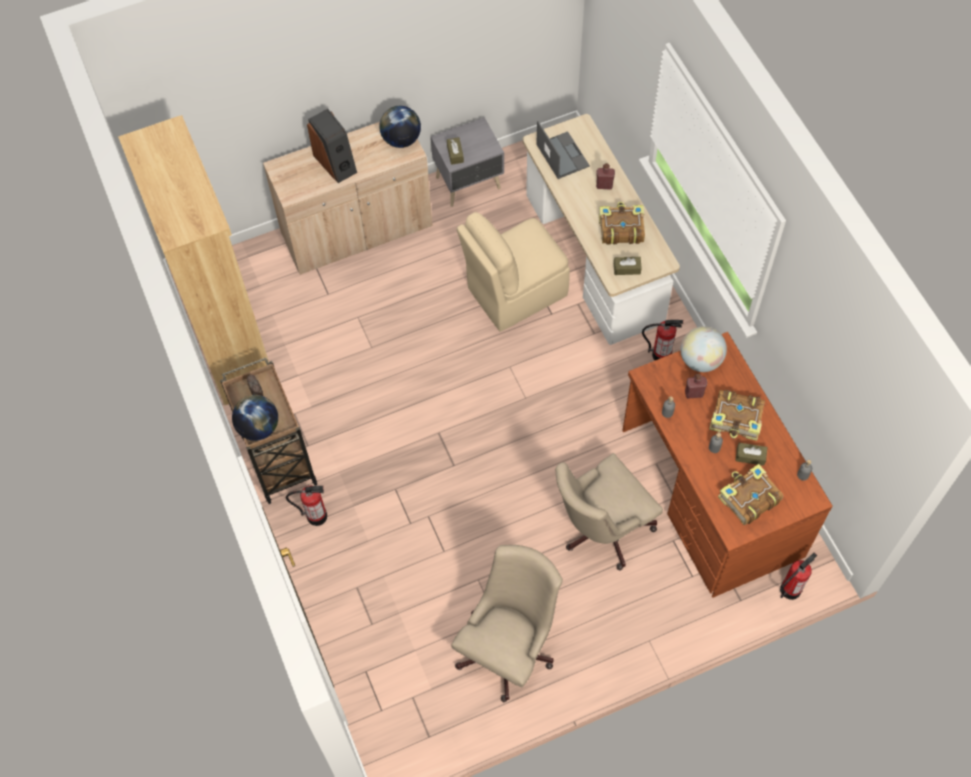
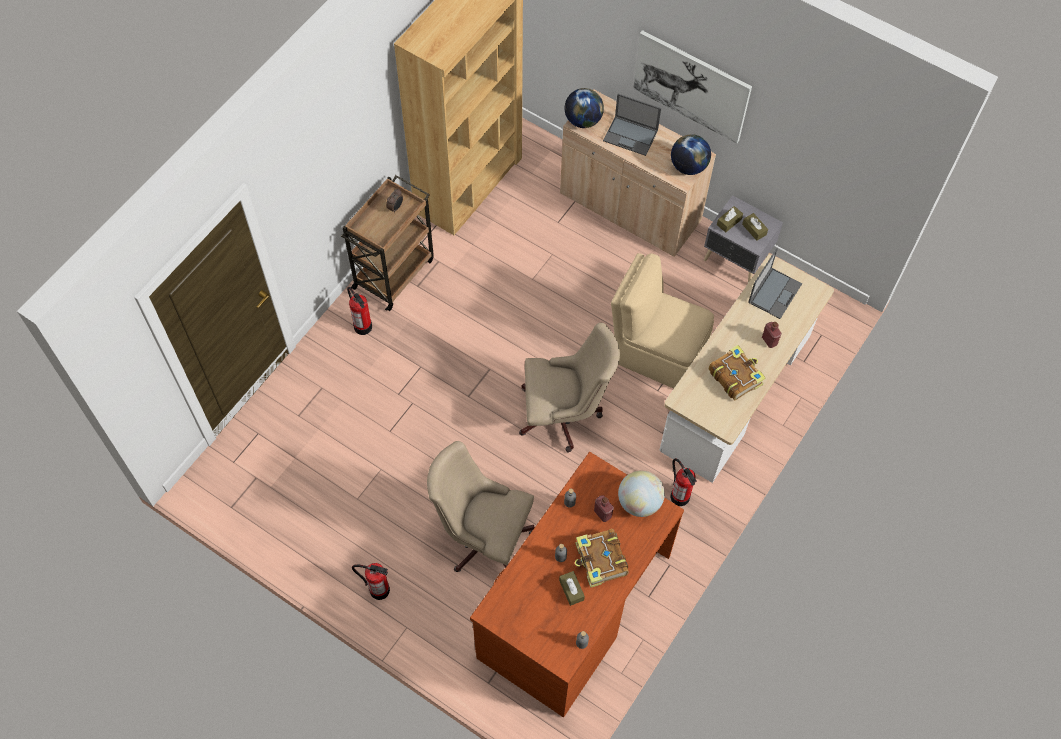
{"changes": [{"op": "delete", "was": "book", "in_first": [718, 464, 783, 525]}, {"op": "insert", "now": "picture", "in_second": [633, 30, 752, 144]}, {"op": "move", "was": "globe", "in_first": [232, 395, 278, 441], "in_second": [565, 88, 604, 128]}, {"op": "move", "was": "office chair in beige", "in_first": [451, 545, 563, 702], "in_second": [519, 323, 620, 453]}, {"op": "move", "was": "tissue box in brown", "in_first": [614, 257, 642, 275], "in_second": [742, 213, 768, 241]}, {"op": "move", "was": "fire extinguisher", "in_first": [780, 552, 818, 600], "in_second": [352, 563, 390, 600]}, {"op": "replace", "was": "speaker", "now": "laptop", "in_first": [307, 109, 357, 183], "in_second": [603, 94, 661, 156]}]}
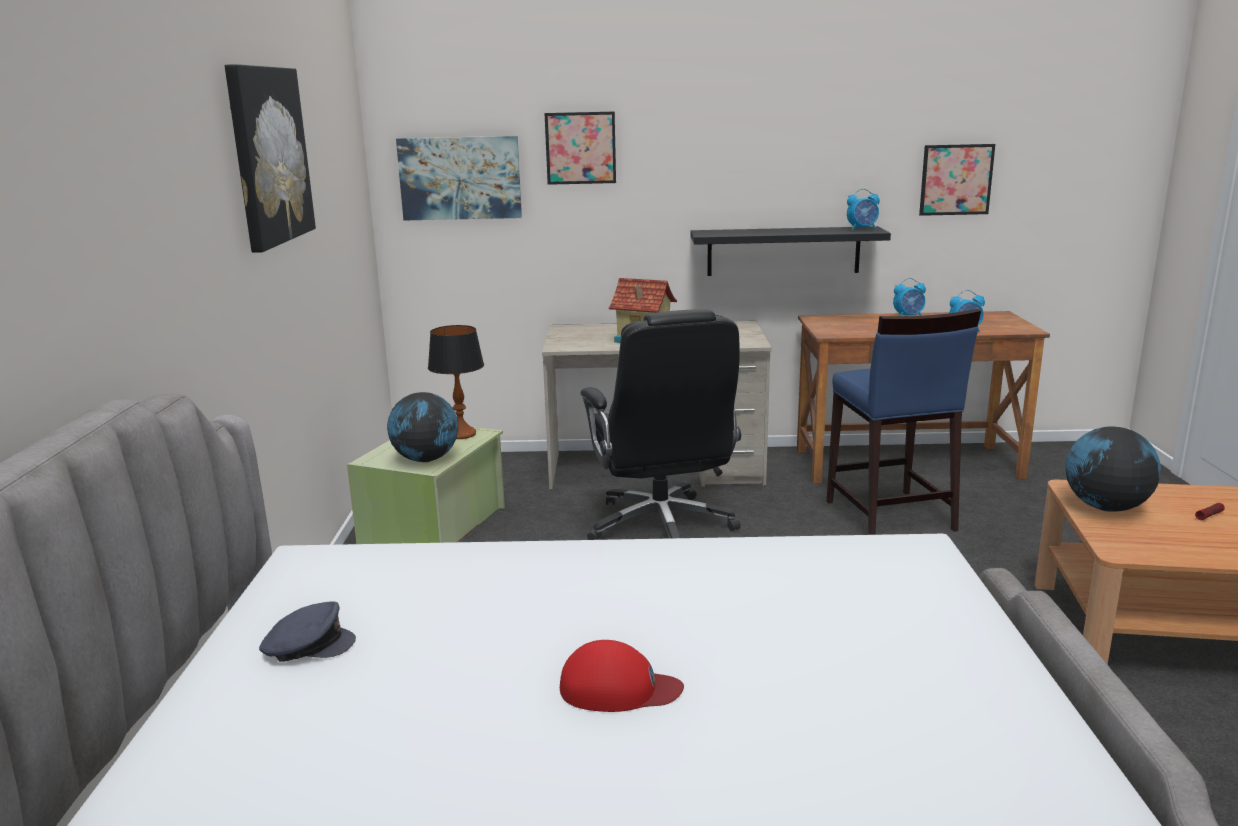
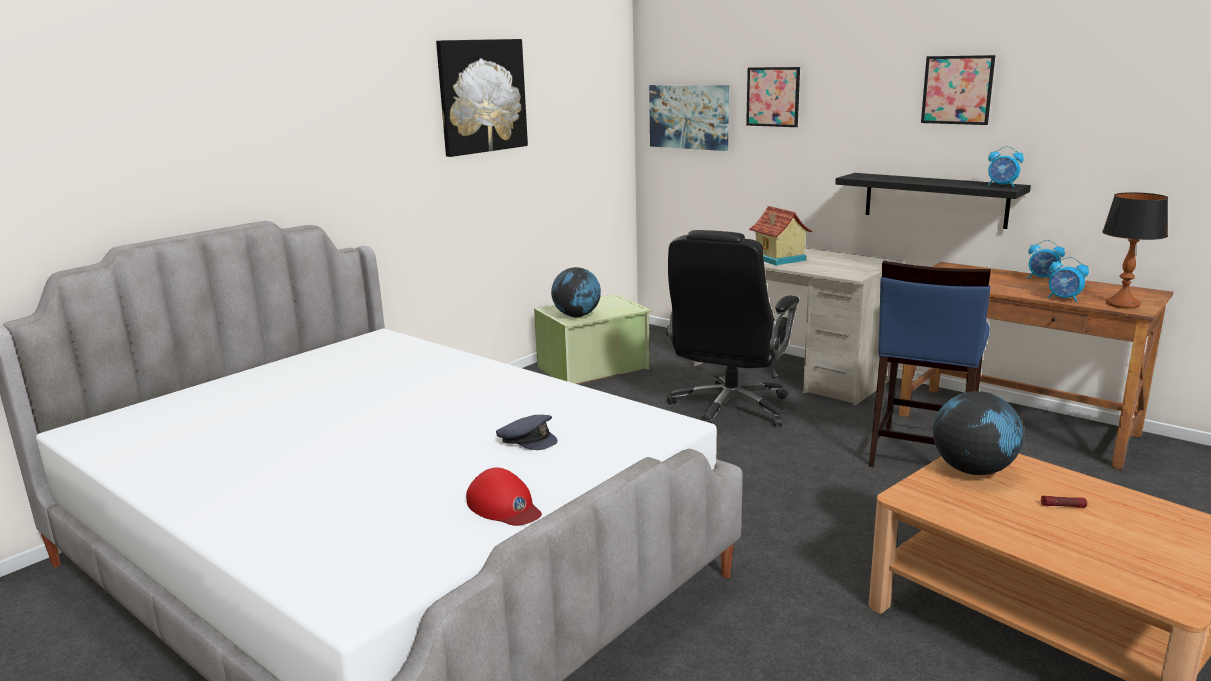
{"changes": [{"op": "move", "was": "cap in grey", "in_first": [259, 601, 356, 662], "in_second": [496, 415, 558, 450]}, {"op": "move", "was": "table lamp", "in_first": [428, 325, 484, 439], "in_second": [1102, 192, 1168, 309]}, {"op": "move", "was": "cap in red", "in_first": [560, 640, 684, 712], "in_second": [466, 467, 542, 526]}, {"op": "move", "was": "picture", "in_first": [919, 144, 995, 216], "in_second": [921, 55, 995, 125]}]}
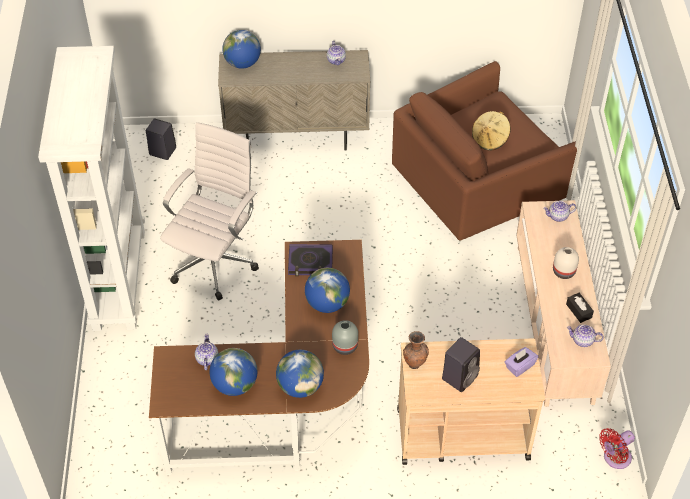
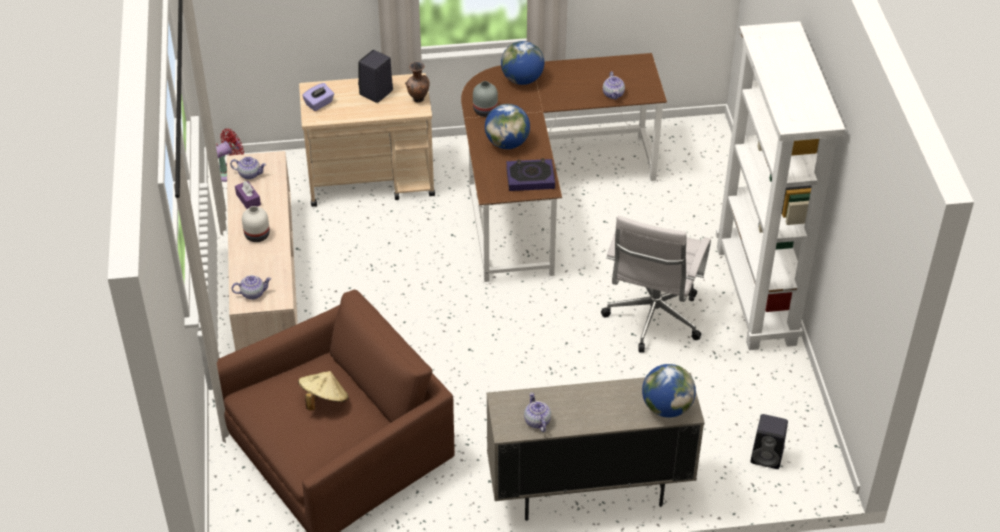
{"changes": [{"op": "delete", "was": "globe", "in_first": [209, 348, 257, 396]}, {"op": "recolor", "was": "tissue box in black", "now": "tissue box in purple", "in_first": [566, 293, 594, 323], "in_second": [235, 181, 261, 209]}]}
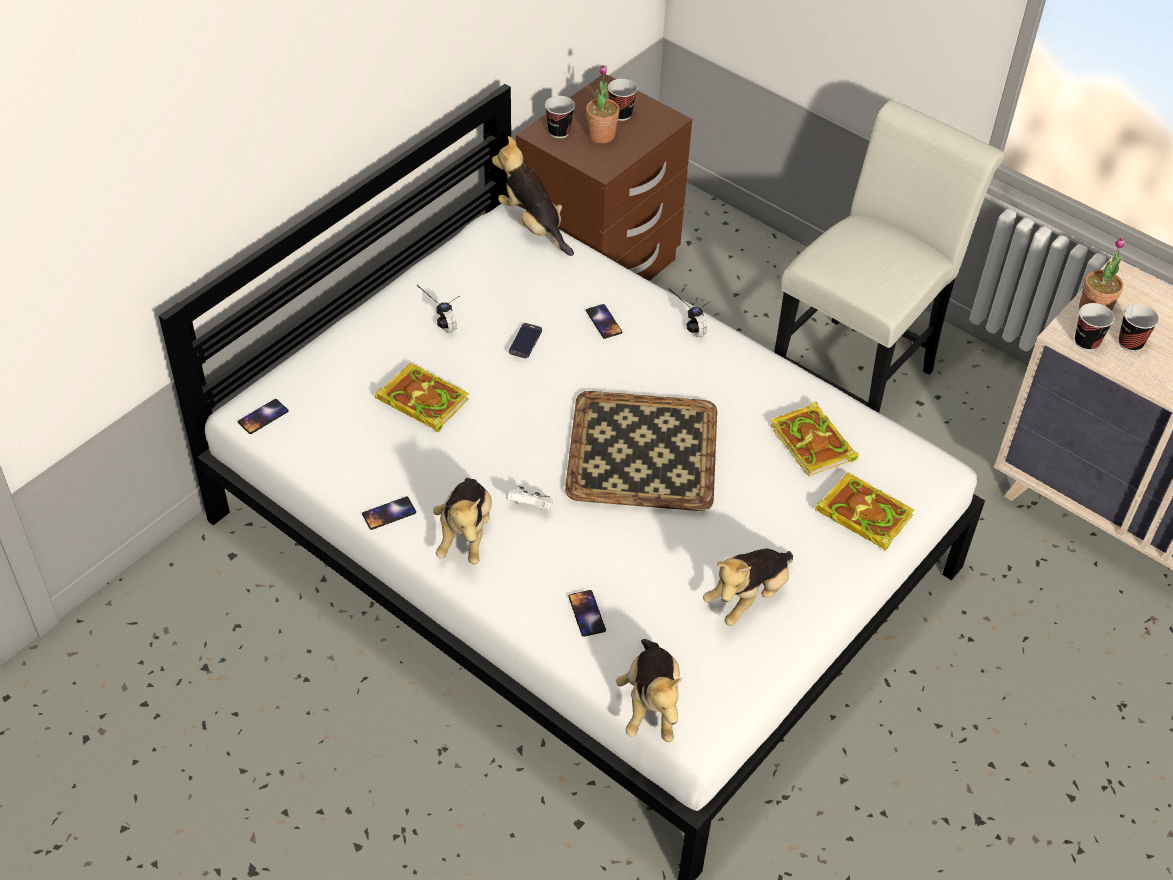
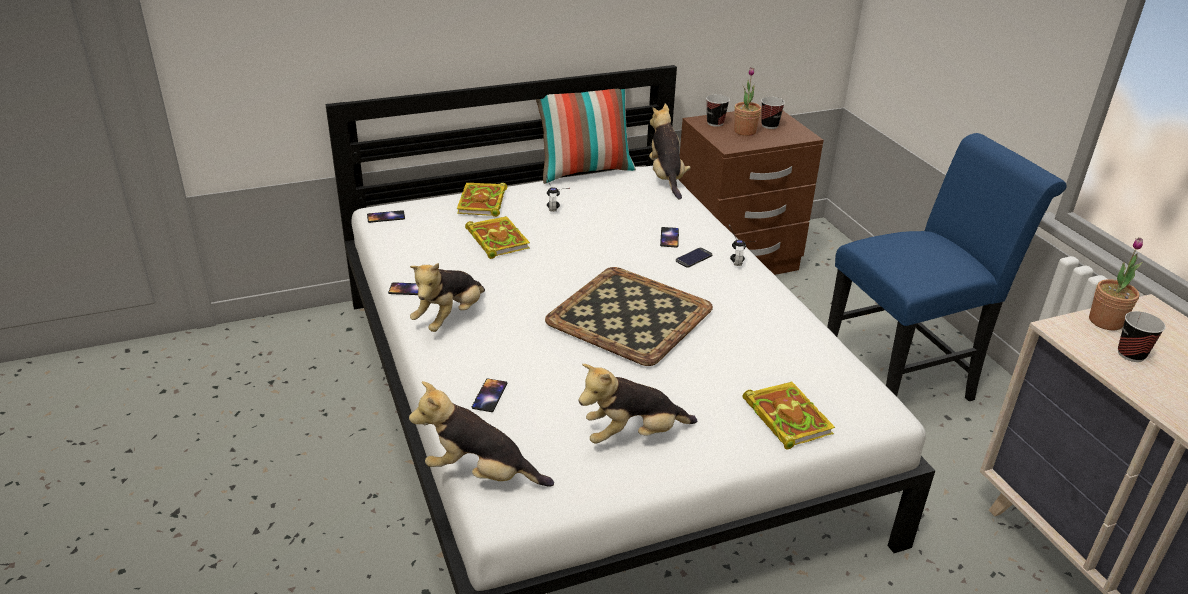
{"changes": [{"op": "delete", "was": "game controller in white", "in_first": [506, 486, 553, 510]}, {"op": "delete", "was": "cup", "in_first": [1075, 303, 1115, 351]}, {"op": "insert", "now": "pillow", "in_second": [536, 89, 636, 184]}, {"op": "move", "was": "phone", "in_first": [509, 323, 542, 358], "in_second": [676, 248, 713, 268]}, {"op": "move", "was": "book", "in_first": [770, 402, 859, 476], "in_second": [457, 183, 507, 217]}, {"op": "recolor", "was": "chair in white", "now": "chair in blue", "in_first": [774, 100, 1005, 413], "in_second": [827, 133, 1067, 401]}, {"op": "rotate", "was": "plush toy", "in_first": [616, 639, 682, 742], "in_second": [409, 381, 554, 486], "clockwise": 75}]}
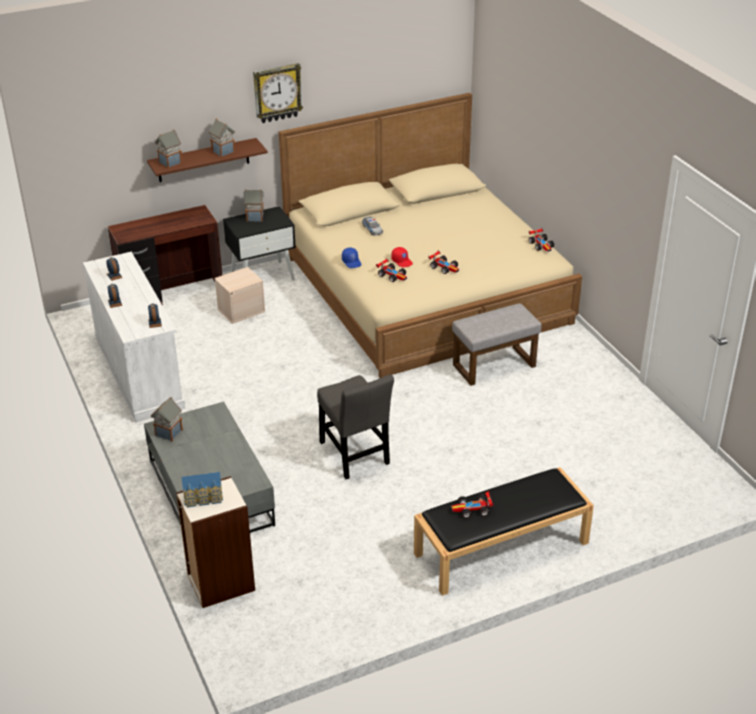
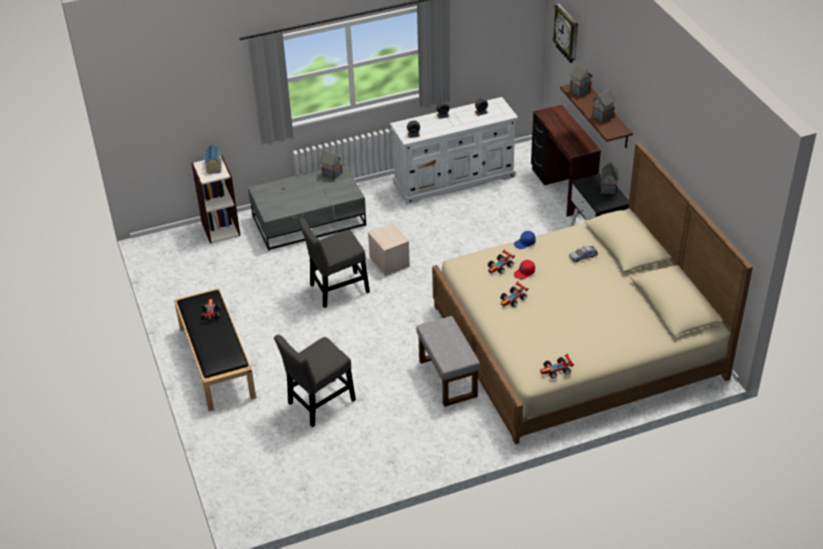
{"changes": [{"op": "insert", "now": "chair in grey", "in_second": [274, 335, 356, 427]}, {"op": "move", "was": "storage box in beige", "in_first": [214, 267, 265, 324], "in_second": [368, 223, 410, 276]}, {"op": "move", "was": "wall clock", "in_first": [253, 63, 303, 123], "in_second": [553, 4, 578, 63]}]}
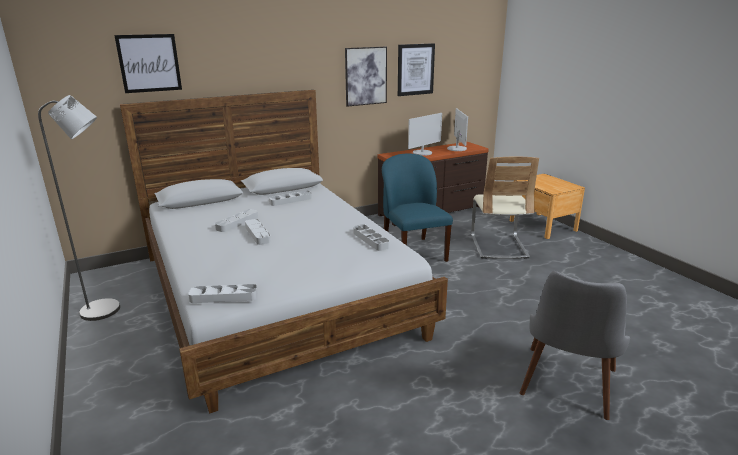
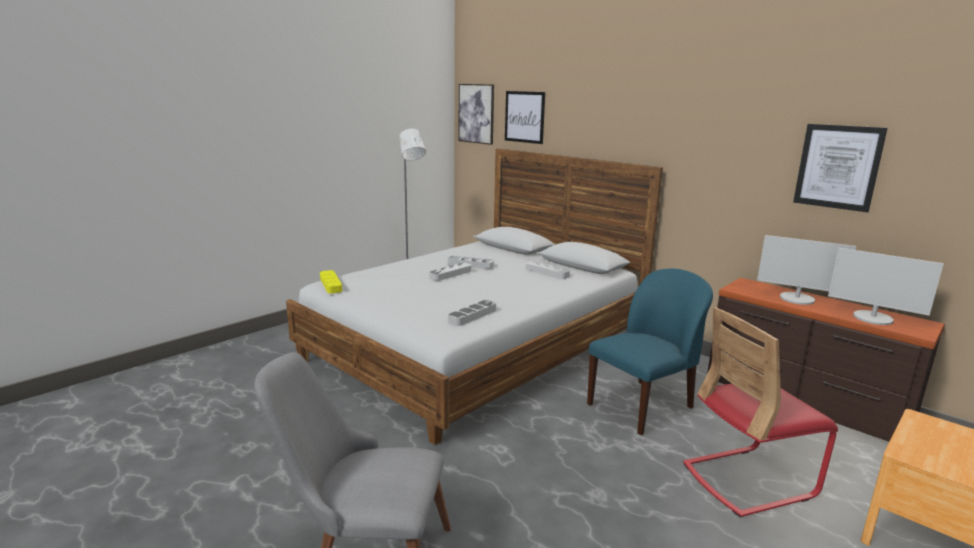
{"changes": [{"op": "move", "was": "picture", "in_first": [345, 47, 387, 107], "in_second": [458, 84, 494, 145]}, {"op": "recolor", "was": "tray in grey", "now": "tray in yellow", "in_first": [188, 284, 258, 303], "in_second": [320, 270, 342, 293]}, {"op": "recolor", "was": "chair in beige", "now": "chair in red", "in_first": [471, 157, 539, 259], "in_second": [683, 307, 838, 517]}, {"op": "rotate", "was": "monitor", "in_first": [447, 108, 468, 151], "in_second": [828, 248, 944, 325], "clockwise": 60}]}
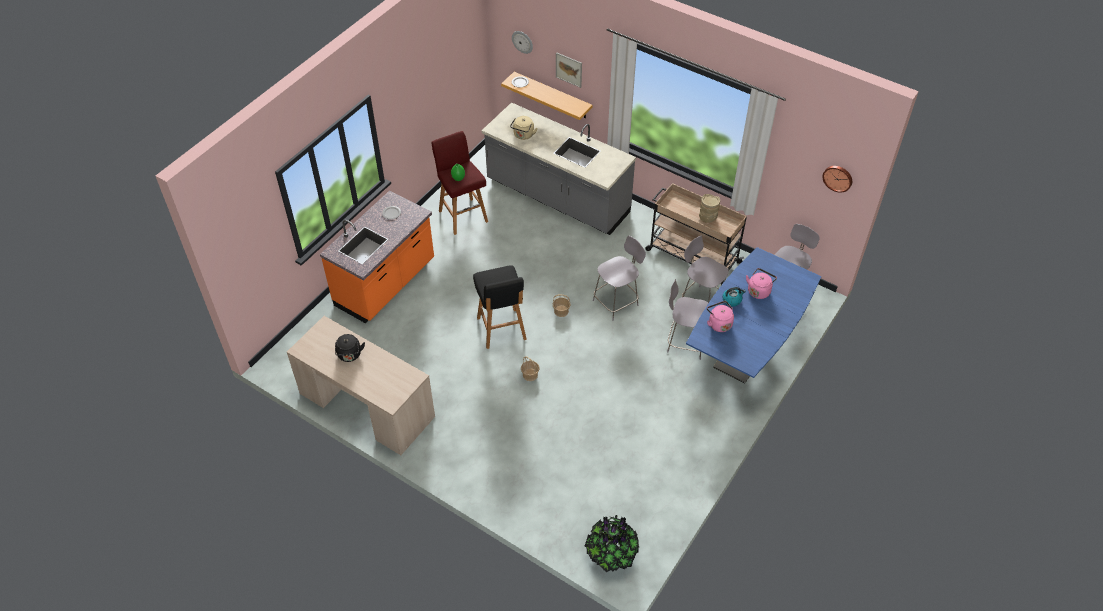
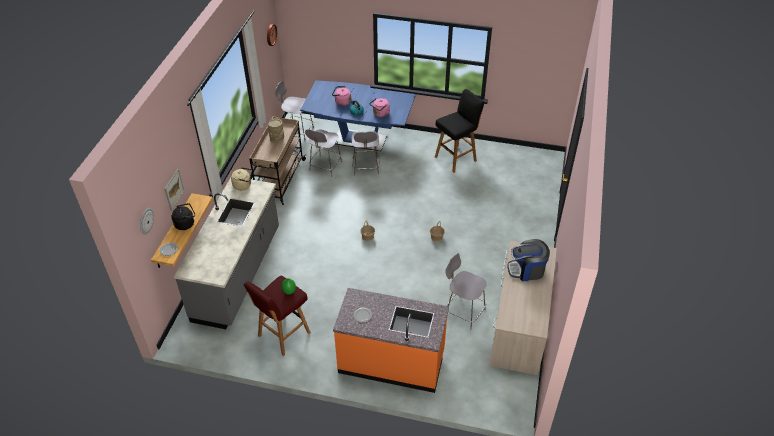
{"changes": [{"op": "delete", "was": "potted plant", "in_first": [585, 515, 639, 572]}, {"op": "insert", "now": "coffee machine", "in_second": [507, 239, 550, 281]}, {"op": "move", "was": "kettle in black", "in_first": [335, 334, 365, 362], "in_second": [171, 203, 195, 230]}, {"op": "move", "was": "stool in black", "in_first": [473, 265, 527, 349], "in_second": [435, 89, 485, 173]}, {"op": "move", "was": "kettle in beige", "in_first": [510, 116, 537, 140], "in_second": [231, 167, 252, 190]}, {"op": "move", "was": "chair in grey", "in_first": [593, 236, 646, 321], "in_second": [445, 253, 487, 329]}]}
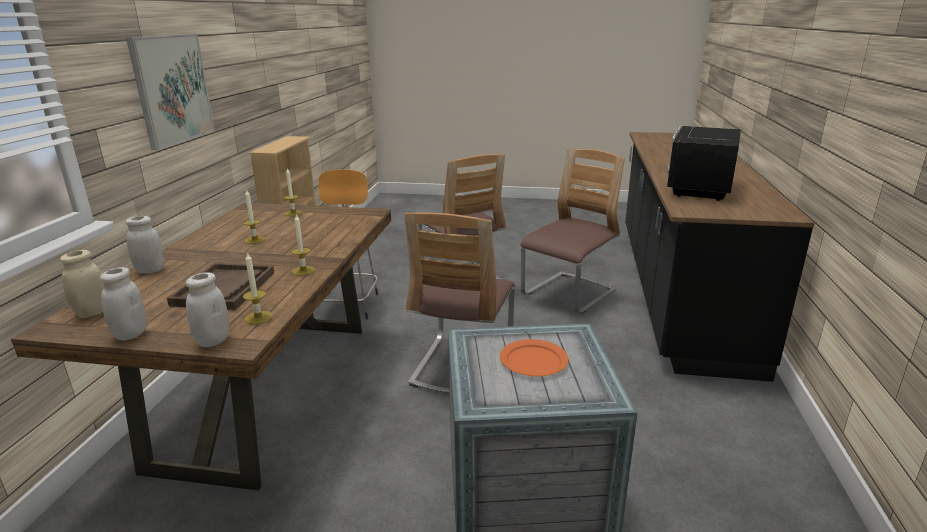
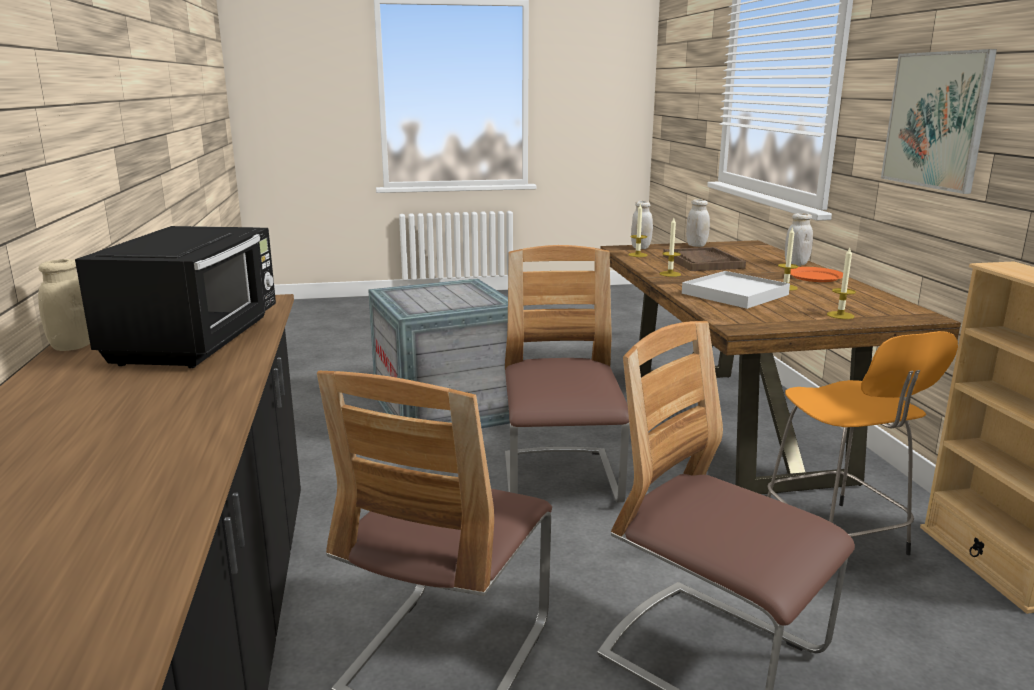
{"changes": [{"op": "insert", "now": "tray in white", "in_second": [682, 271, 790, 309]}, {"op": "move", "was": "jar in beige", "in_first": [60, 250, 104, 318], "in_second": [38, 259, 90, 351]}, {"op": "move", "was": "plate in orange", "in_first": [500, 339, 568, 376], "in_second": [790, 267, 843, 282]}]}
